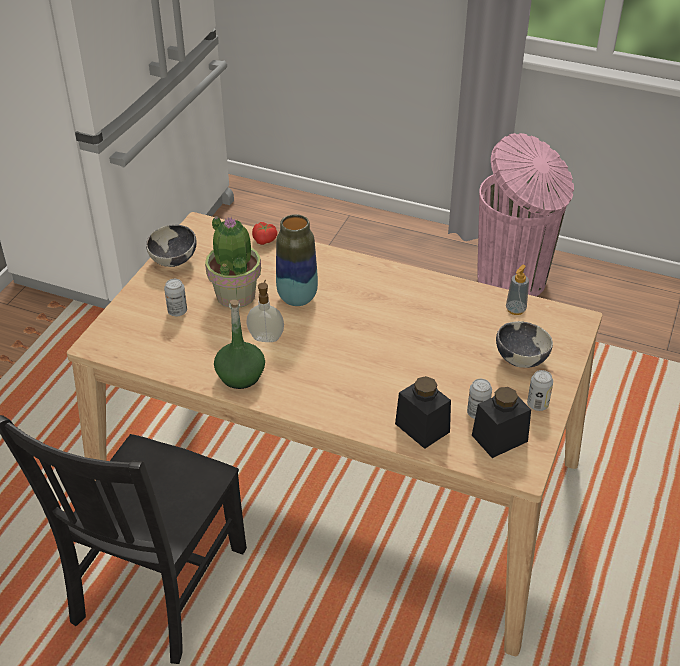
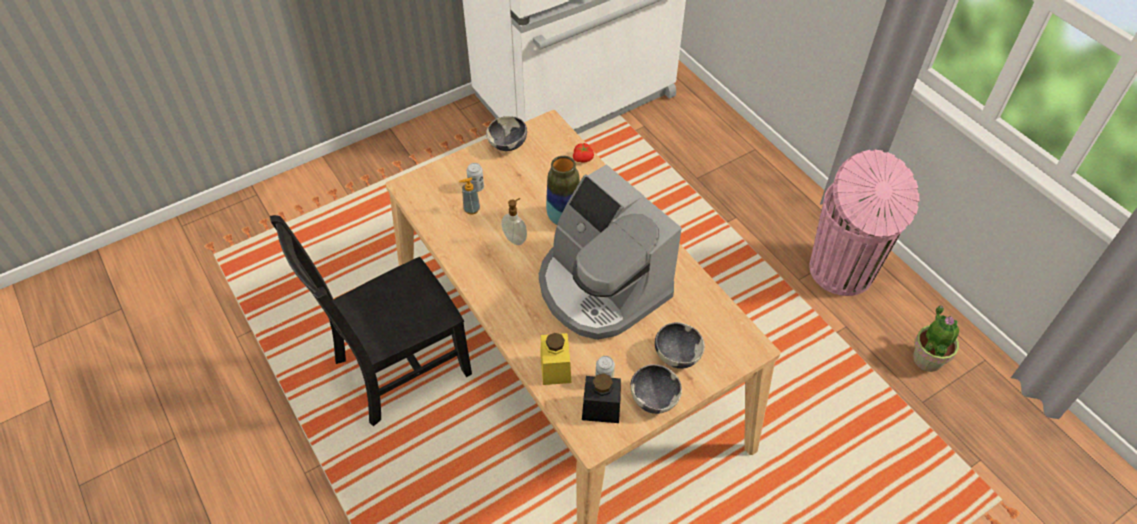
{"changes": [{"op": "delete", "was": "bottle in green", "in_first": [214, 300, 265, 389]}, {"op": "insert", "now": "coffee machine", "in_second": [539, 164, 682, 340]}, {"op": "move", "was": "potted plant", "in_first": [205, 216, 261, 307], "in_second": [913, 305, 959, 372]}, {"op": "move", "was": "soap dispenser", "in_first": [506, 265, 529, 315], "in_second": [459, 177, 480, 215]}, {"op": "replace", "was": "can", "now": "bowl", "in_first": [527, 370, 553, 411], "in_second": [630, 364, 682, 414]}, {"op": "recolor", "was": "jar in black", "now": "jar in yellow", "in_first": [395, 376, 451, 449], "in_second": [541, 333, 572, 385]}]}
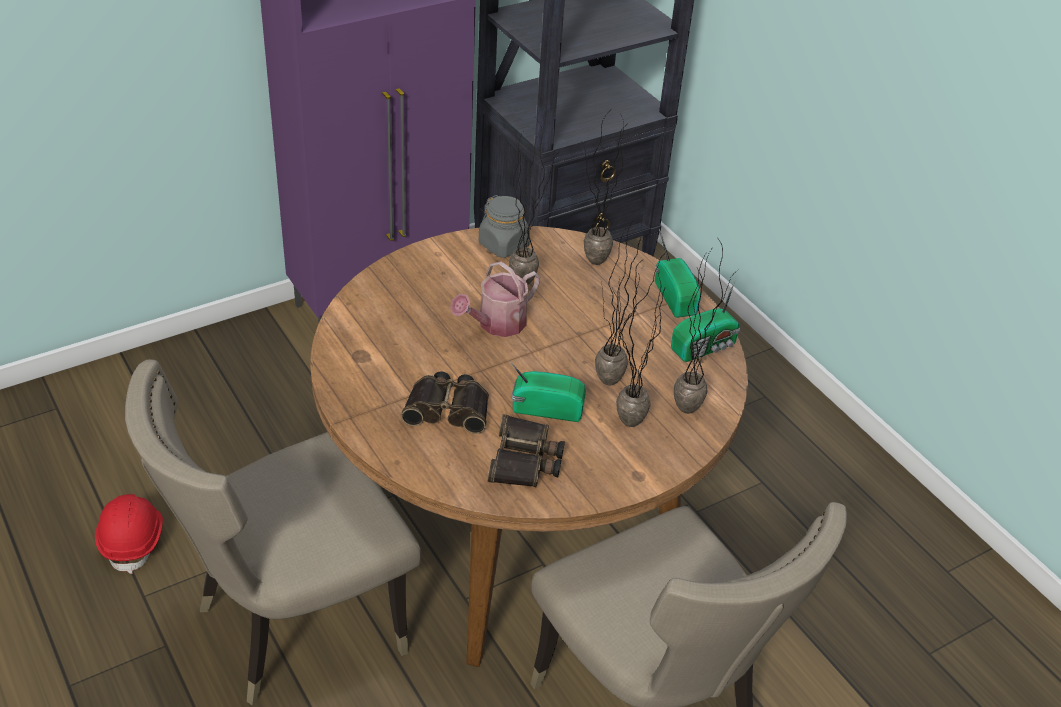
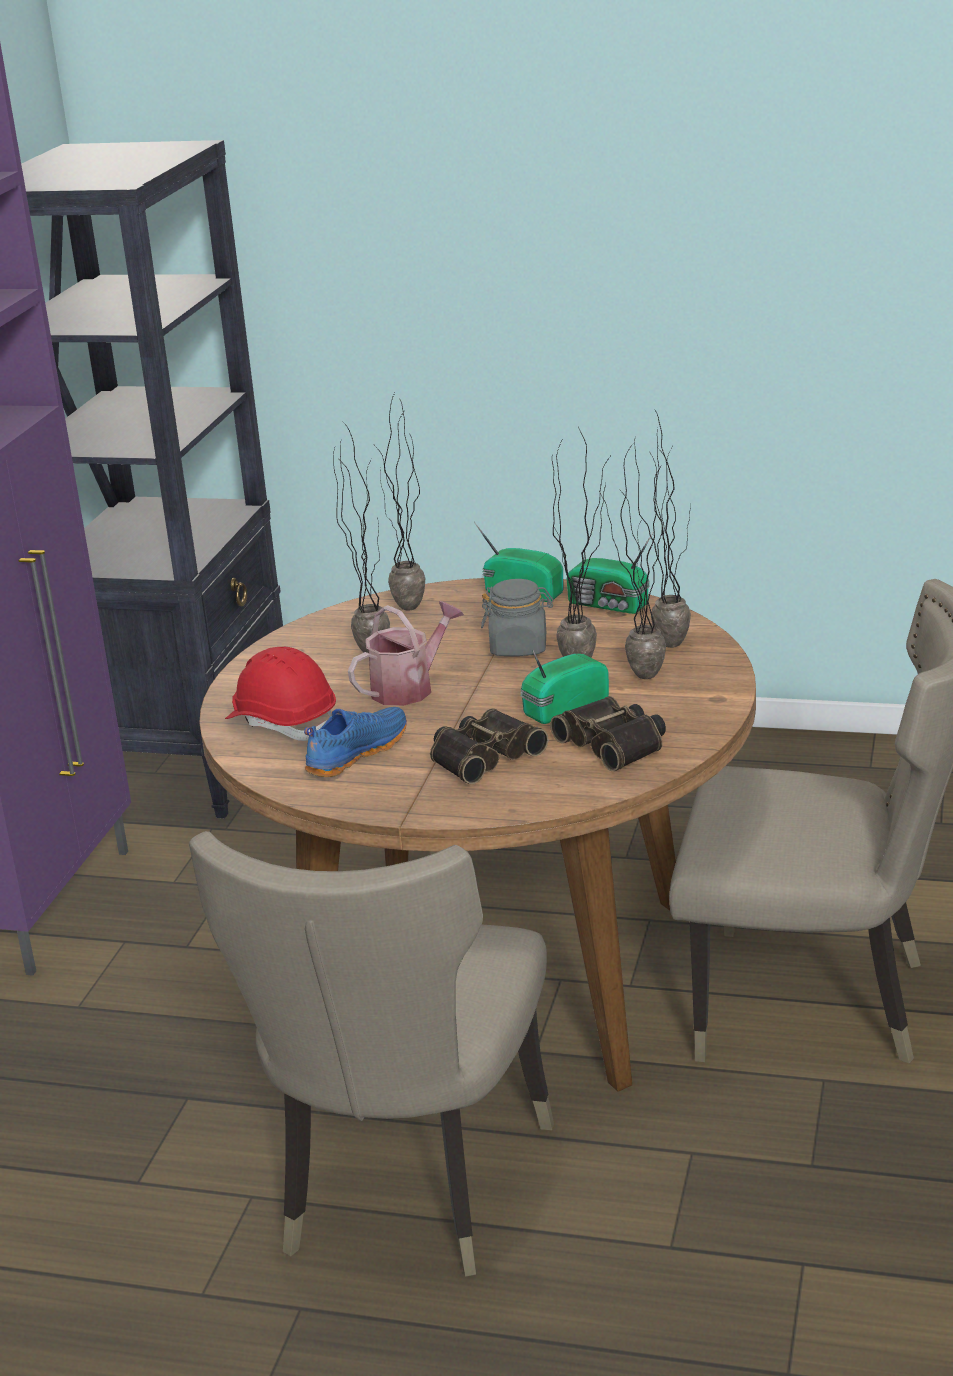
{"changes": [{"op": "insert", "now": "shoe in blue", "in_second": [304, 707, 407, 777]}, {"op": "move", "was": "hard hat in red", "in_first": [95, 494, 163, 574], "in_second": [225, 647, 336, 741]}, {"op": "move", "was": "jar in grey", "in_first": [479, 195, 530, 258], "in_second": [481, 579, 553, 656]}, {"op": "rotate", "was": "watering can", "in_first": [450, 261, 540, 337], "in_second": [348, 601, 464, 706], "clockwise": -135}, {"op": "rotate", "was": "radio", "in_first": [671, 278, 740, 362], "in_second": [567, 533, 653, 614], "clockwise": 105}]}
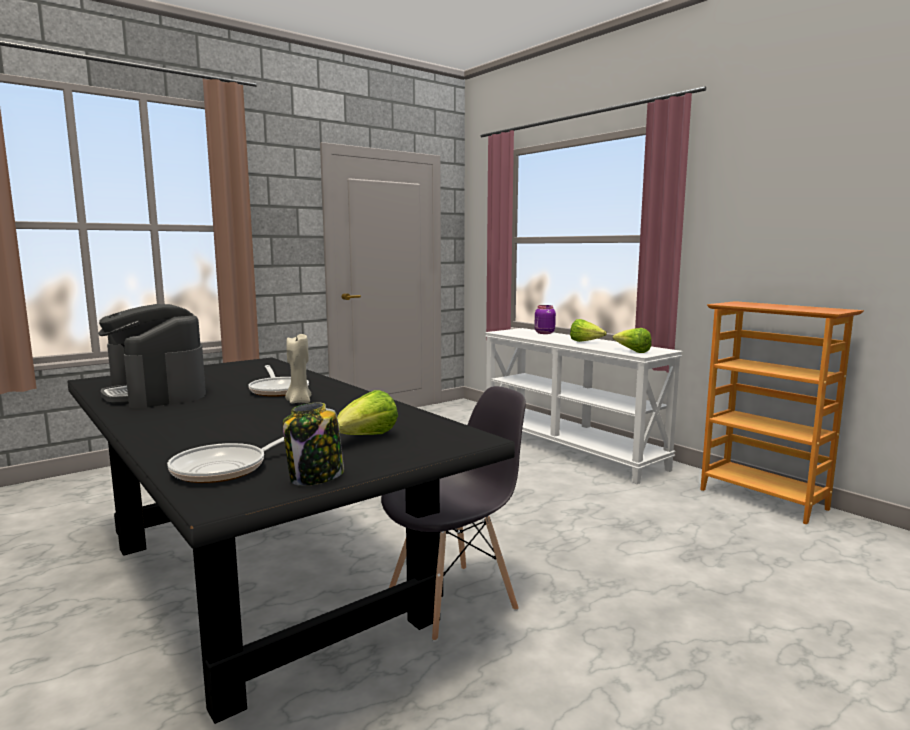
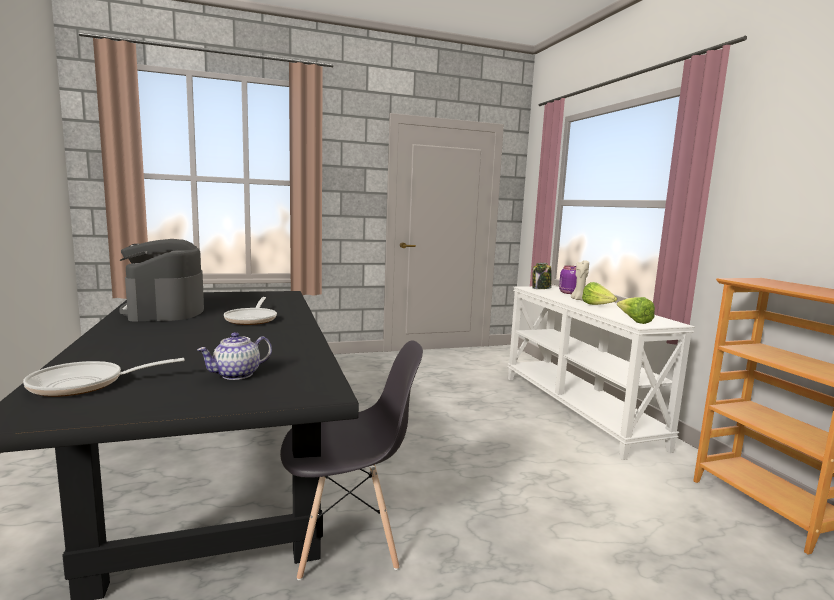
{"changes": [{"op": "move", "was": "jar", "in_first": [283, 403, 344, 486], "in_second": [532, 263, 551, 289]}, {"op": "move", "was": "candle in beige", "in_first": [285, 334, 311, 403], "in_second": [571, 260, 589, 301]}, {"op": "replace", "was": "lettuce", "now": "teapot", "in_first": [337, 390, 398, 435], "in_second": [197, 332, 272, 380]}]}
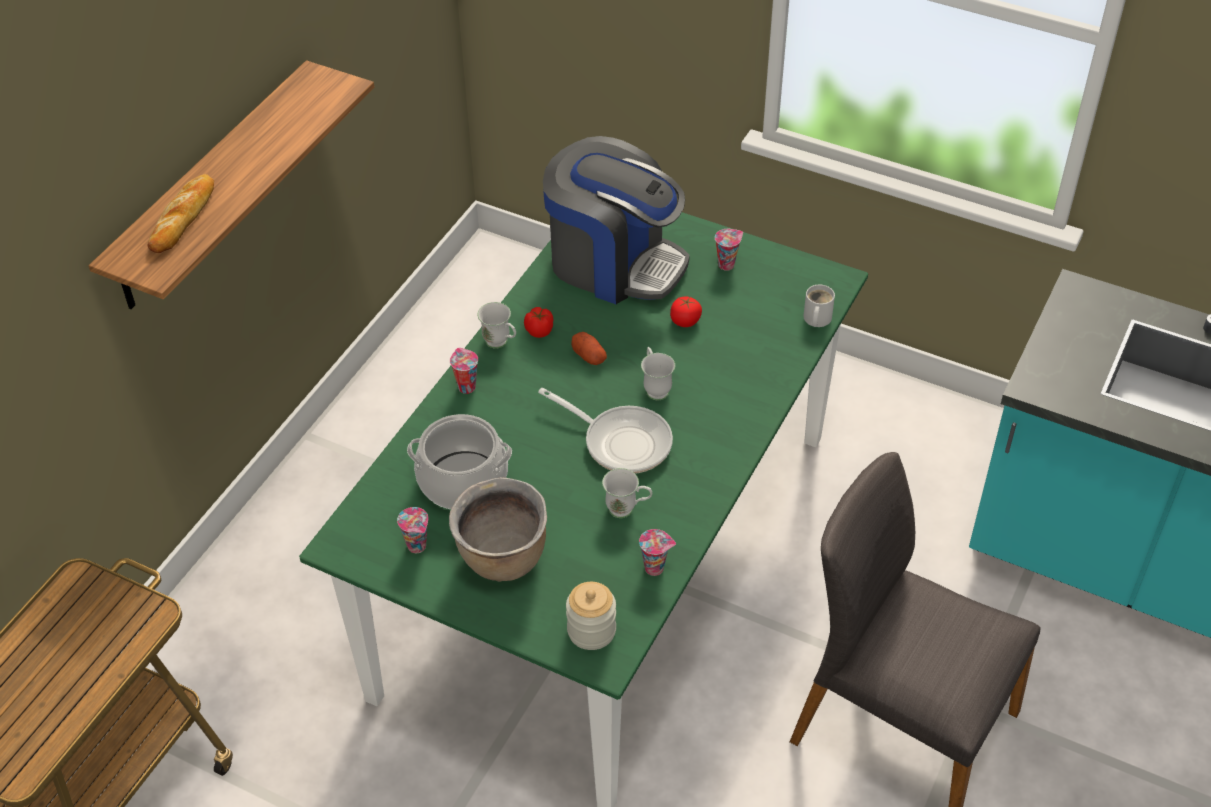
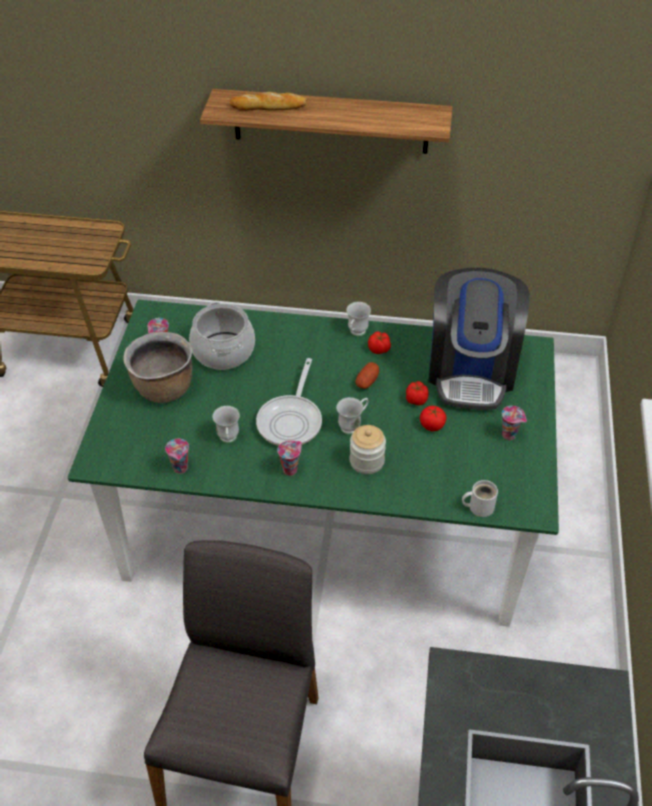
{"changes": [{"op": "insert", "now": "tomato", "in_second": [406, 381, 429, 405]}, {"op": "move", "was": "cup", "in_first": [450, 348, 478, 394], "in_second": [277, 441, 302, 476]}, {"op": "move", "was": "jar", "in_first": [566, 582, 616, 650], "in_second": [350, 425, 386, 474]}]}
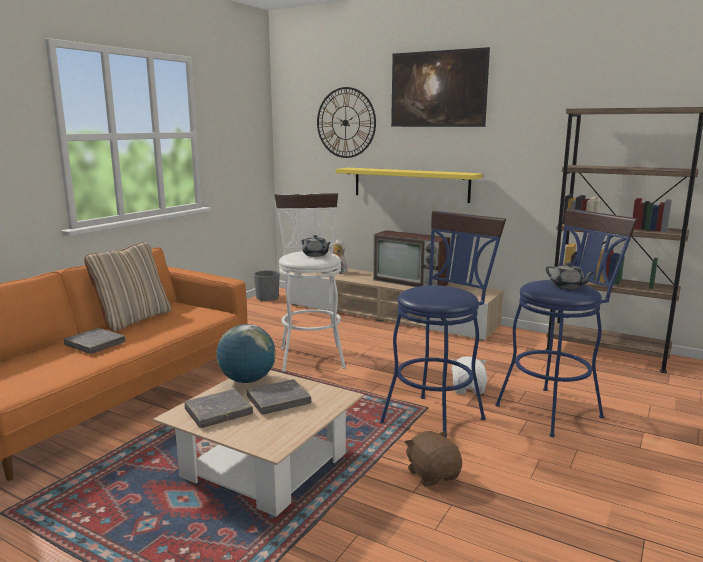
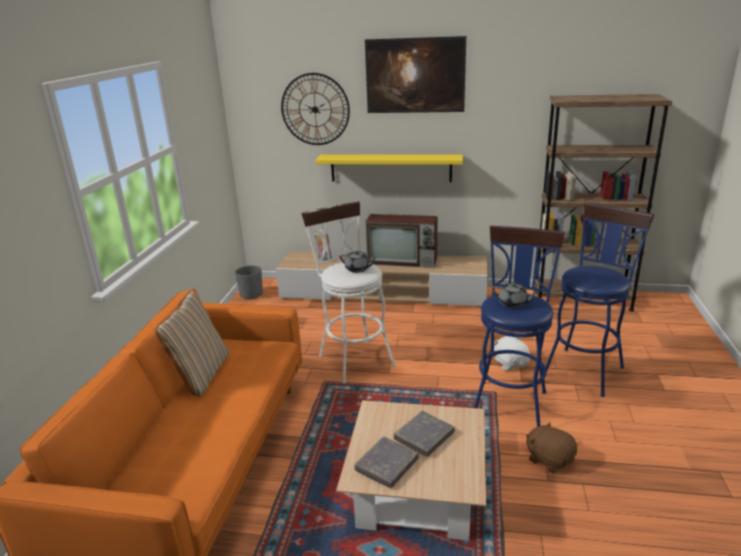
{"changes": [{"op": "delete", "was": "book in grey", "in_first": [64, 328, 126, 354]}, {"op": "delete", "was": "globe", "in_first": [216, 324, 276, 383]}, {"op": "move", "was": "teapot in grey", "in_first": [546, 262, 595, 289], "in_second": [492, 282, 539, 308]}]}
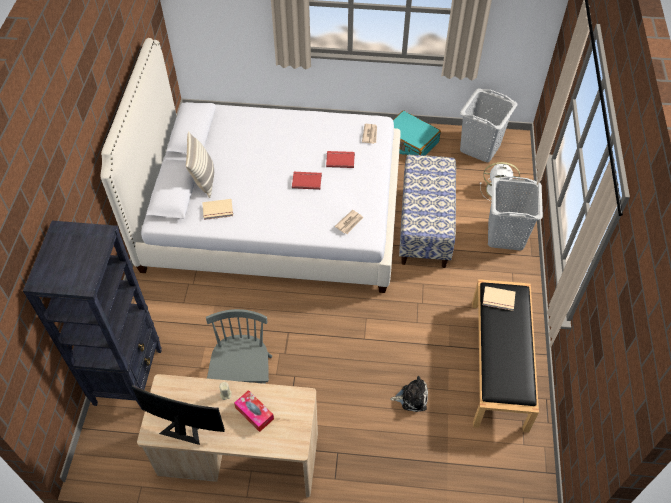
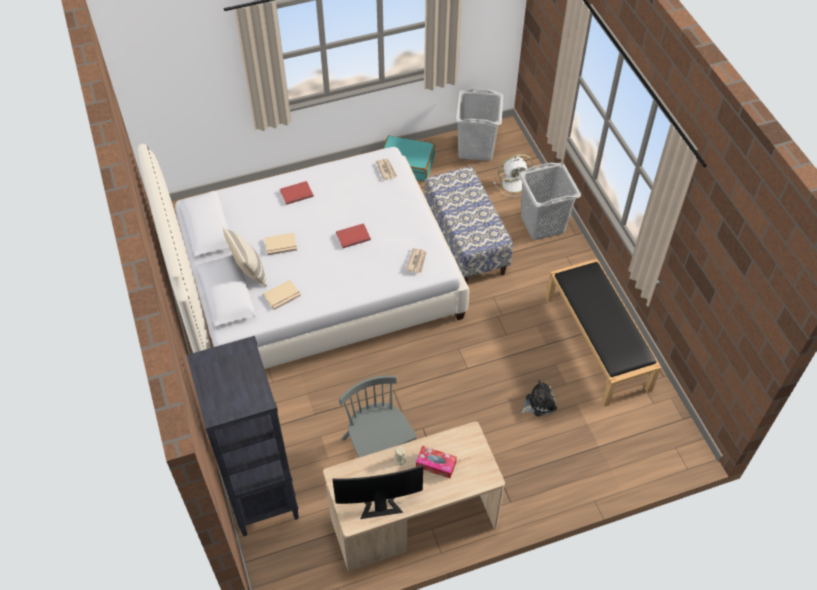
{"changes": [{"op": "move", "was": "book in red", "in_first": [326, 151, 355, 168], "in_second": [280, 181, 313, 205]}, {"op": "move", "was": "book in beige", "in_first": [483, 286, 515, 311], "in_second": [264, 233, 297, 255]}]}
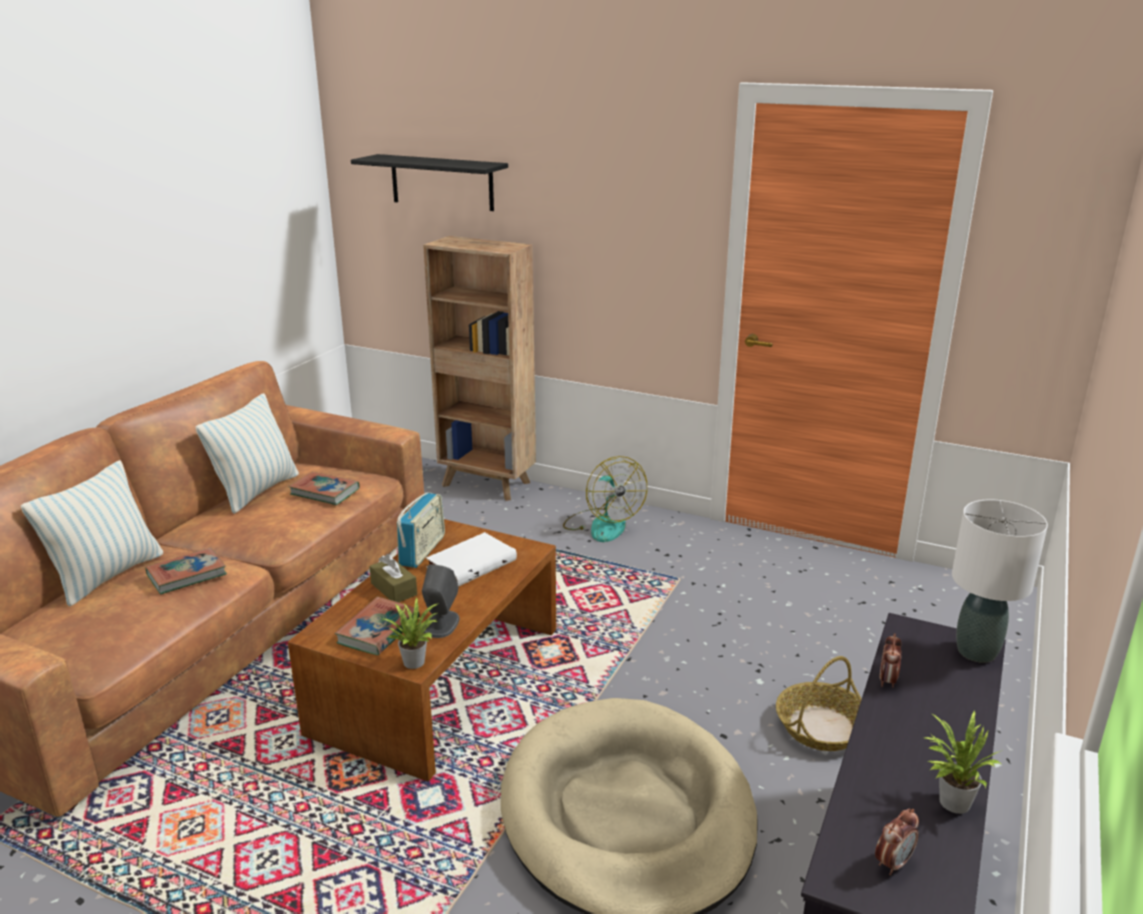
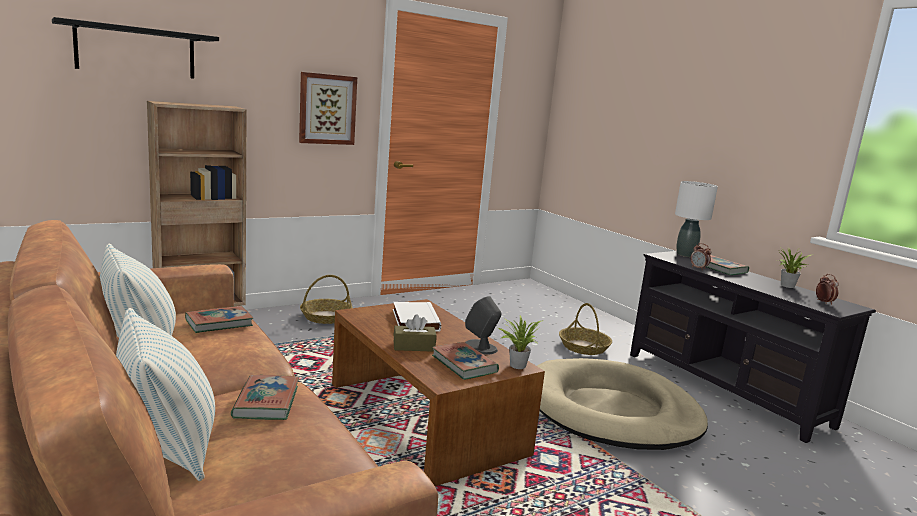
{"changes": [{"op": "delete", "was": "radio", "in_first": [397, 492, 445, 568]}, {"op": "insert", "now": "picture", "in_second": [299, 72, 357, 145]}, {"op": "insert", "now": "book", "in_second": [706, 255, 749, 275]}, {"op": "replace", "was": "fan", "now": "basket", "in_first": [563, 456, 647, 542], "in_second": [300, 275, 352, 324]}]}
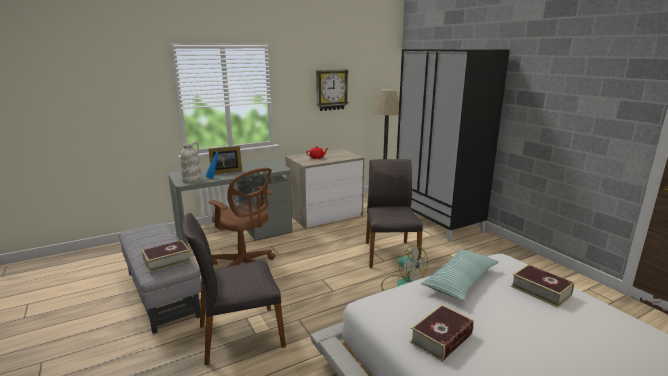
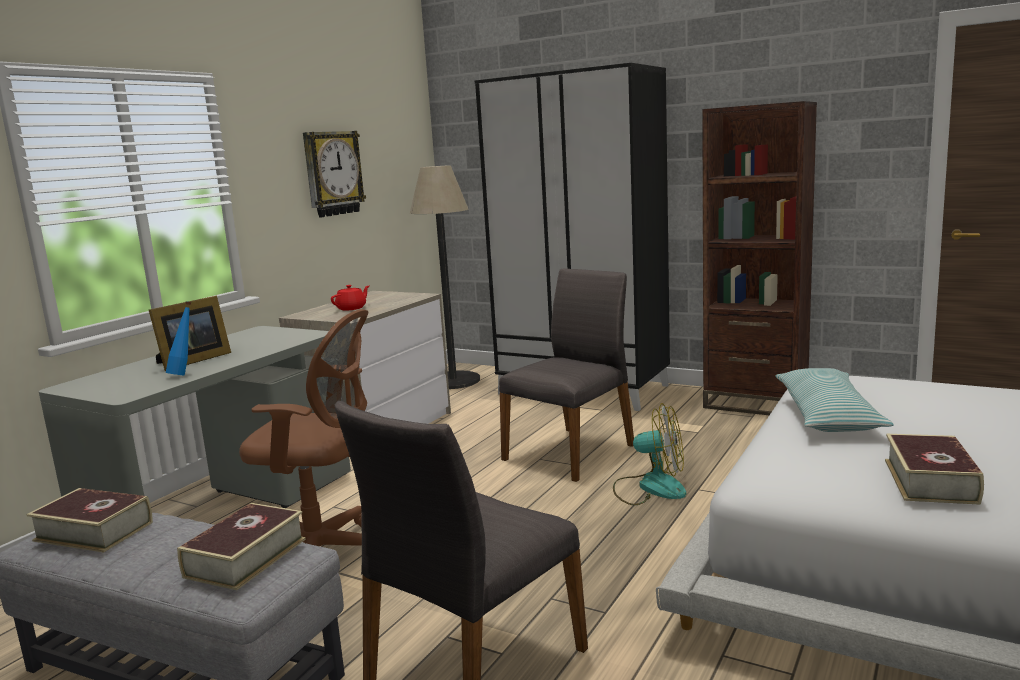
{"changes": [{"op": "delete", "was": "vase in white", "in_first": [180, 142, 202, 183]}, {"op": "insert", "now": "bookcase in brown", "in_second": [702, 101, 817, 415]}, {"op": "move", "was": "book", "in_first": [511, 265, 574, 308], "in_second": [26, 488, 153, 552]}, {"op": "rotate", "was": "chair in grey", "in_first": [366, 159, 423, 268], "in_second": [499, 268, 634, 482], "clockwise": 75}]}
